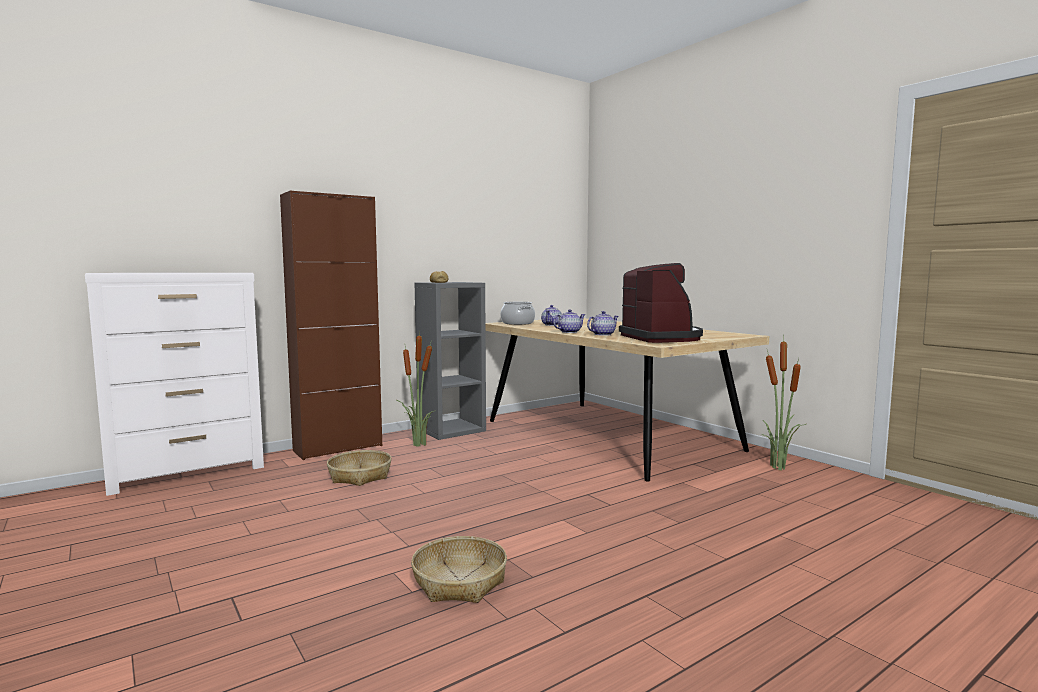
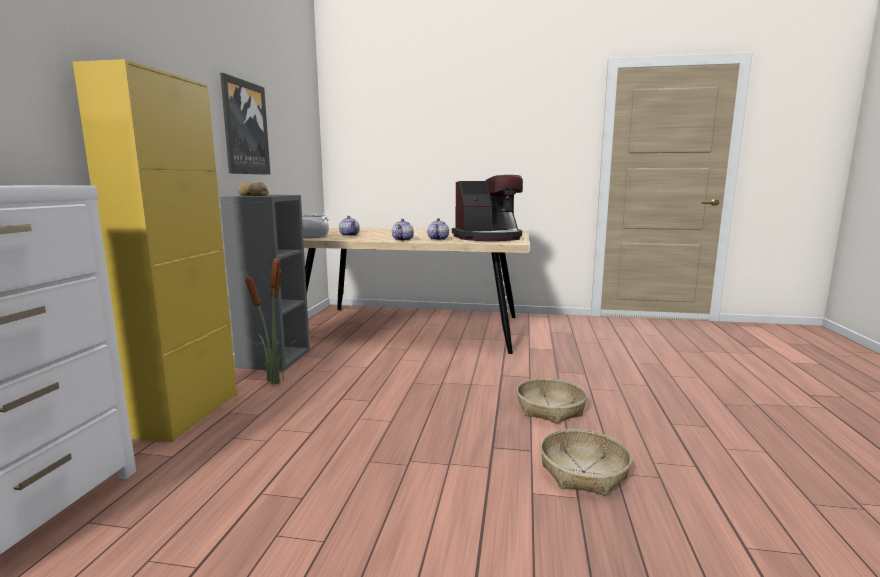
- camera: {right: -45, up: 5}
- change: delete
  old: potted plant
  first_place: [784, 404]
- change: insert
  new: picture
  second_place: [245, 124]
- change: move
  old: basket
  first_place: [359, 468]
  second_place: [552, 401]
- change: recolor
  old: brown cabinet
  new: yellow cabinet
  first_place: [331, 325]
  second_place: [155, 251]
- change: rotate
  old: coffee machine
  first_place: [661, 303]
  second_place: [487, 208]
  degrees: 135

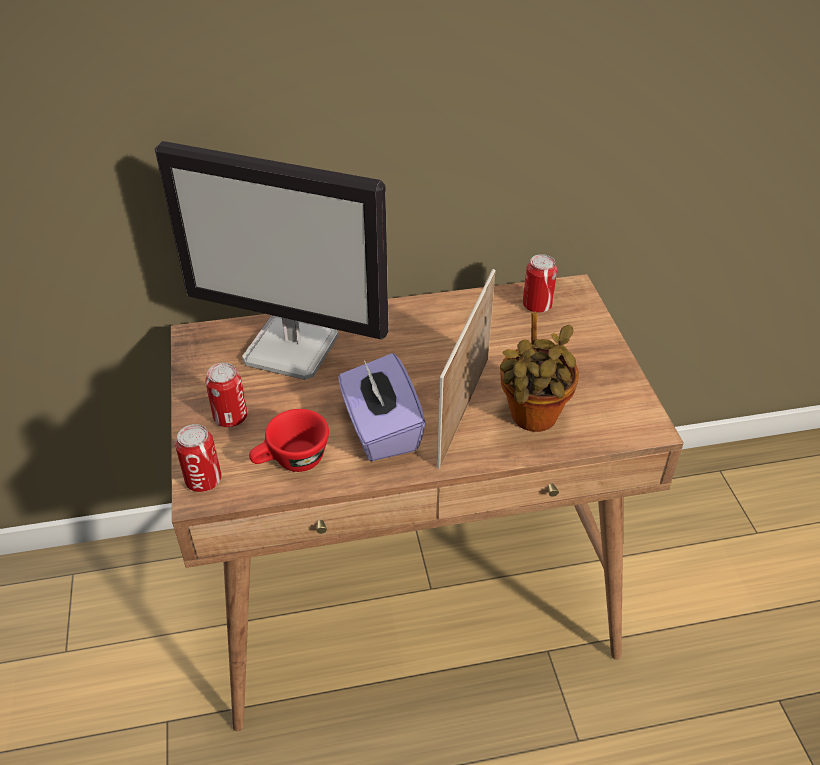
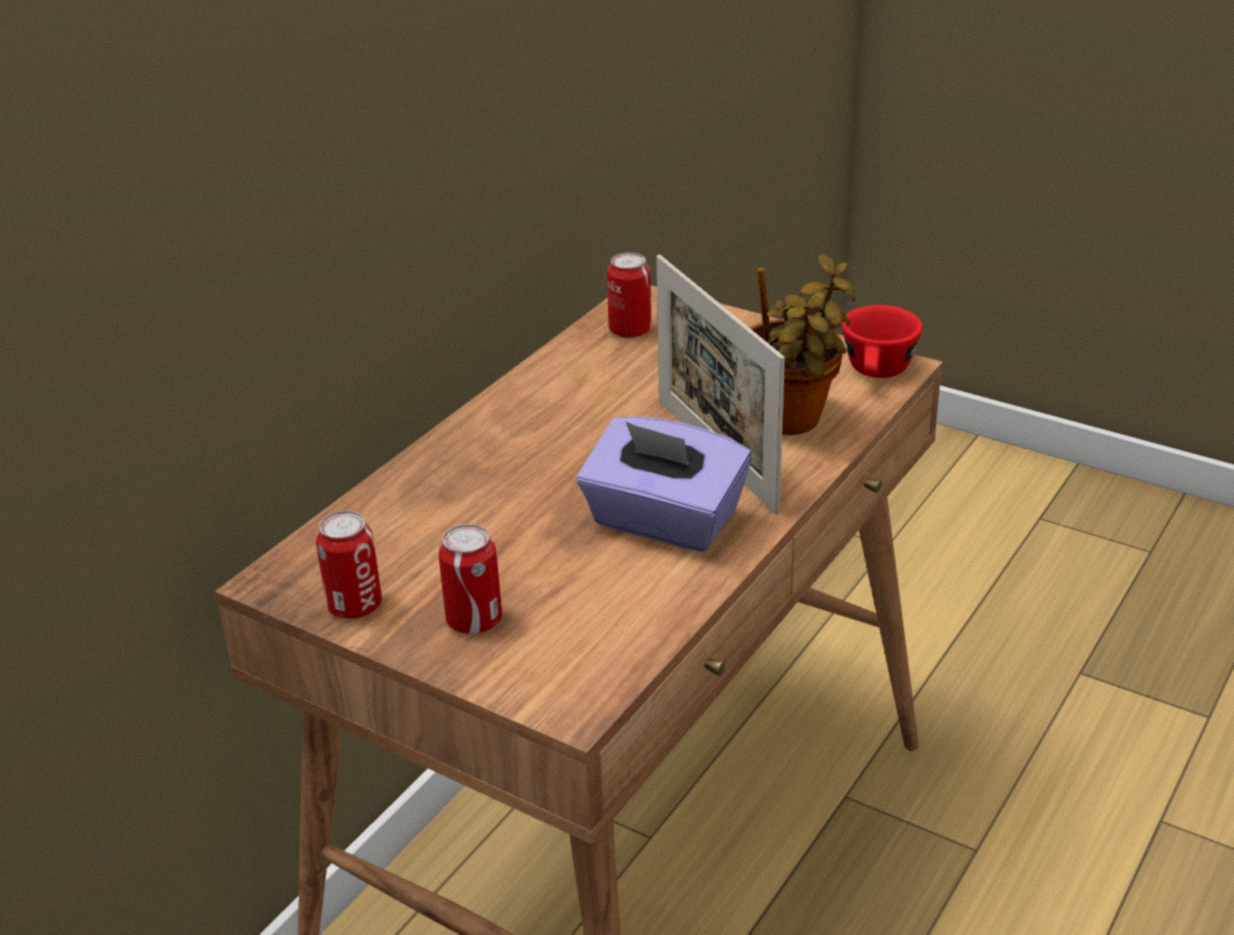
- camera: {right: -45, up: -10}
- change: delete
  old: monitor
  first_place: [272, 260]
- change: move
  old: can
  first_place: [198, 458]
  second_place: [349, 565]
- change: move
  old: red cup
  first_place: [289, 440]
  second_place: [882, 341]

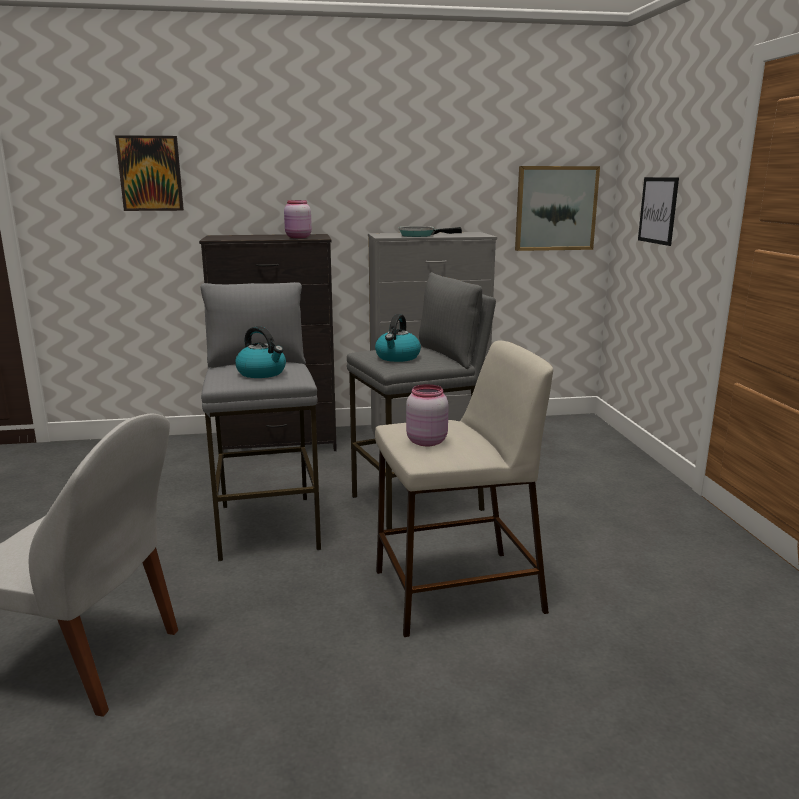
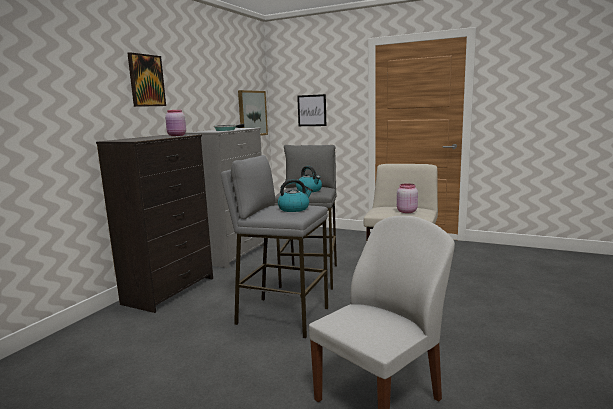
- camera: {right: -55, up: -5}
- change: move
  old: picture
  first_place: [149, 173]
  second_place: [146, 79]

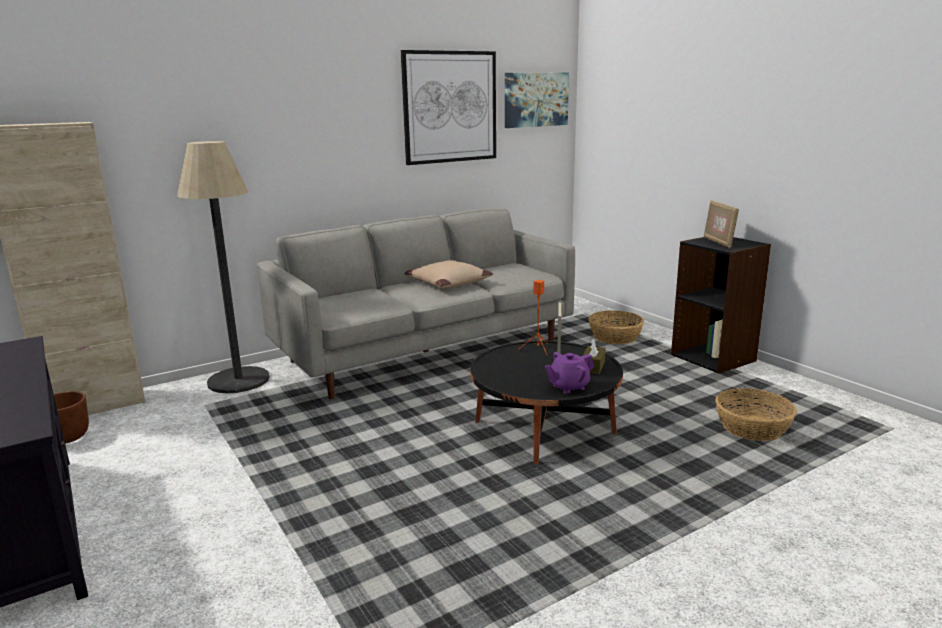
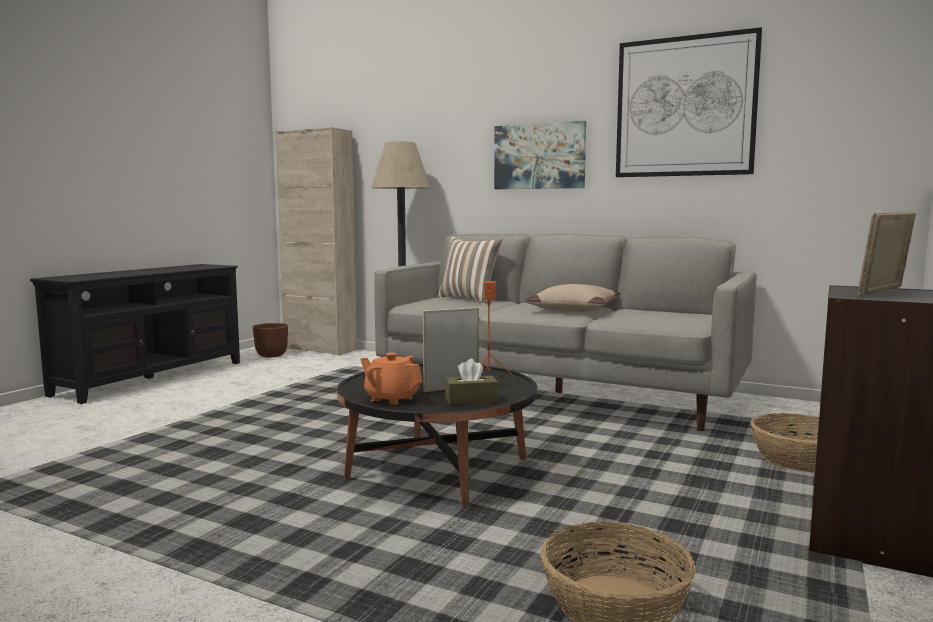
- camera: {right: 60, up: -10}
- change: insert
  new: pillow
  second_place: [470, 270]
- change: move
  old: picture
  first_place: [537, 100]
  second_place: [540, 155]
- change: recolor
  old: purple teapot
  new: orange teapot
  first_place: [569, 373]
  second_place: [392, 379]

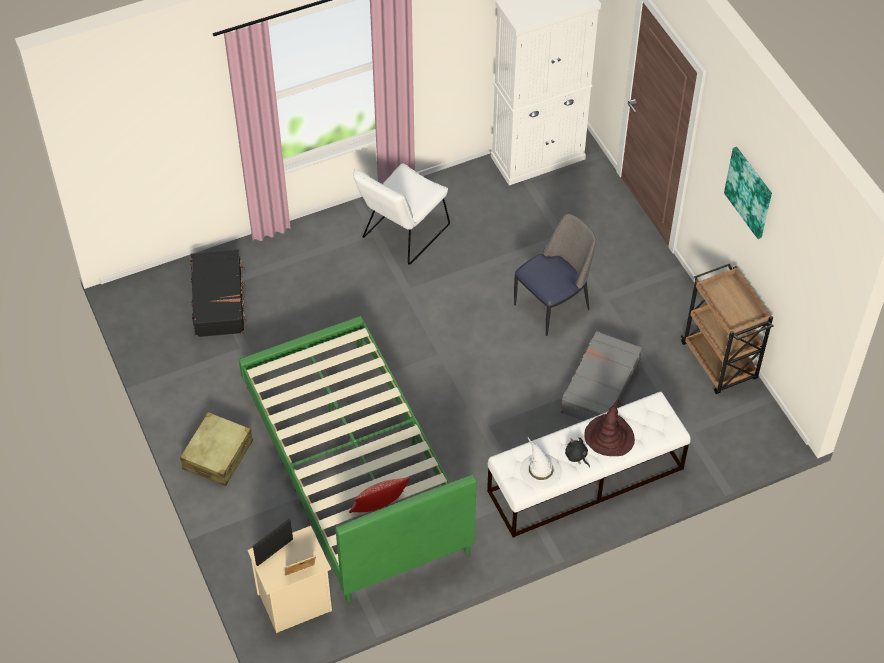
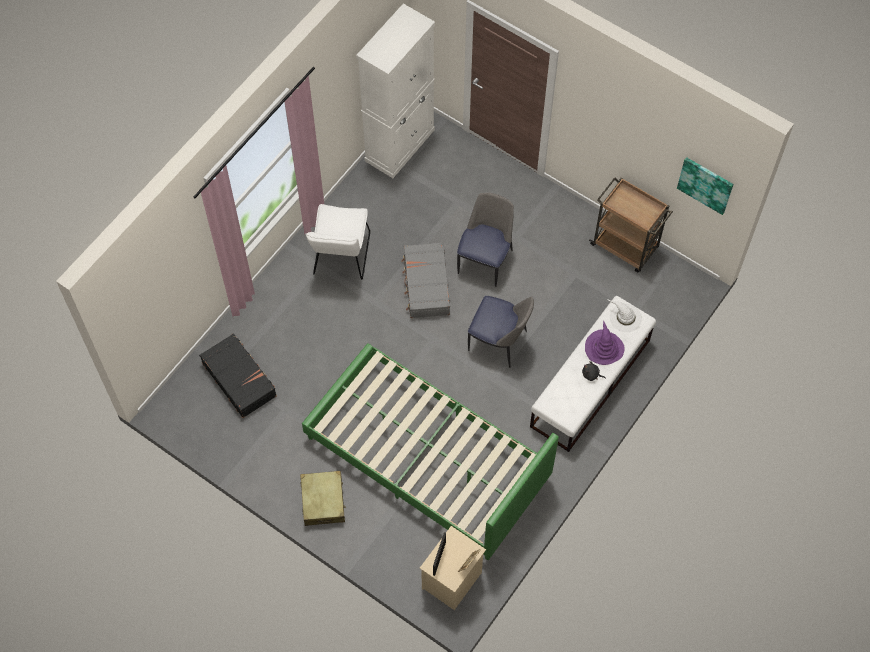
- camera: {right: -30, up: 10}
- change: delete
  old: pillow
  first_place: [379, 495]
- change: insert
  new: chair
  second_place: [501, 332]
- change: move
  old: white hat
  first_place: [541, 463]
  second_place: [625, 316]
- change: move
  old: grey suitcase
  first_place: [601, 376]
  second_place: [425, 280]
- change: move
  old: picture
  first_place: [748, 193]
  second_place: [705, 186]
- change: recolor
  old: brown hat
  new: purple hat
  first_place: [609, 427]
  second_place: [605, 343]

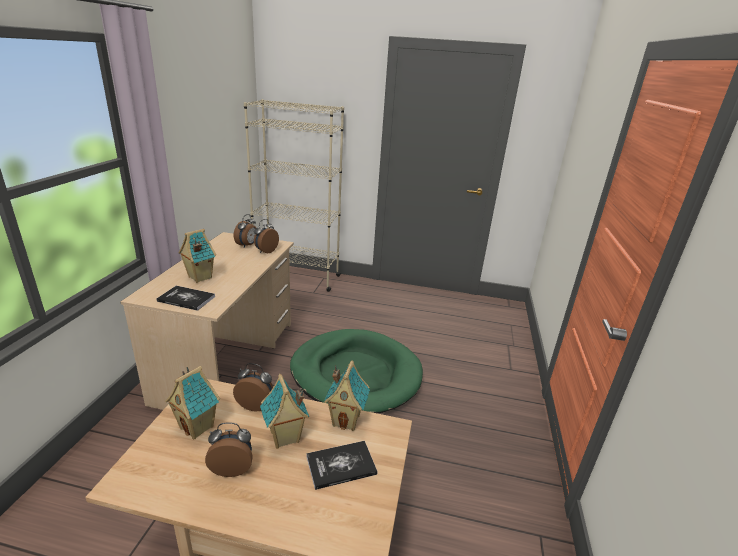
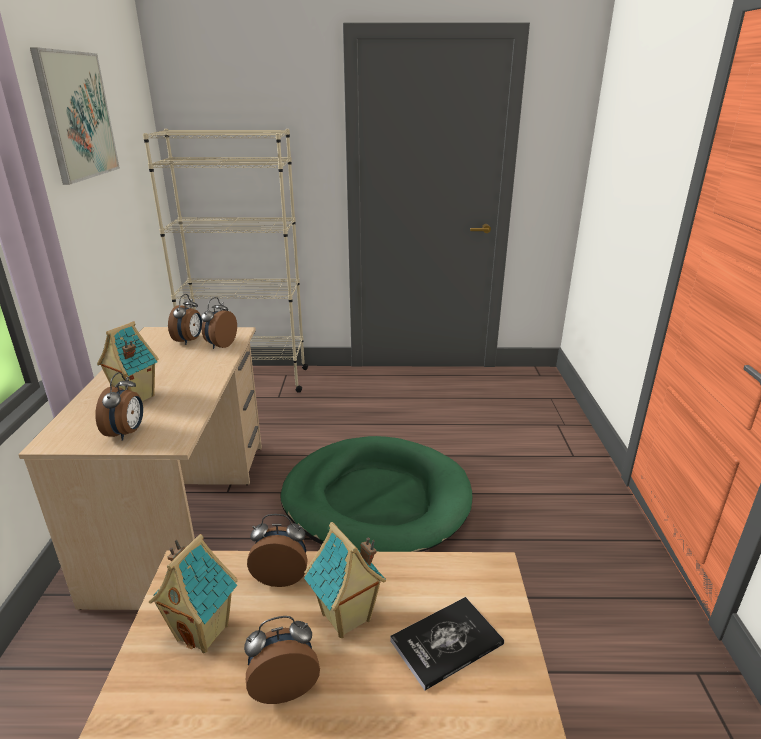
- camera: {right: -10, up: 0}
- change: delete
  old: toy house
  first_place: [347, 395]
- change: insert
  new: picture
  second_place: [75, 116]
- change: replace
  old: book
  new: alarm clock
  first_place: [186, 298]
  second_place: [119, 406]

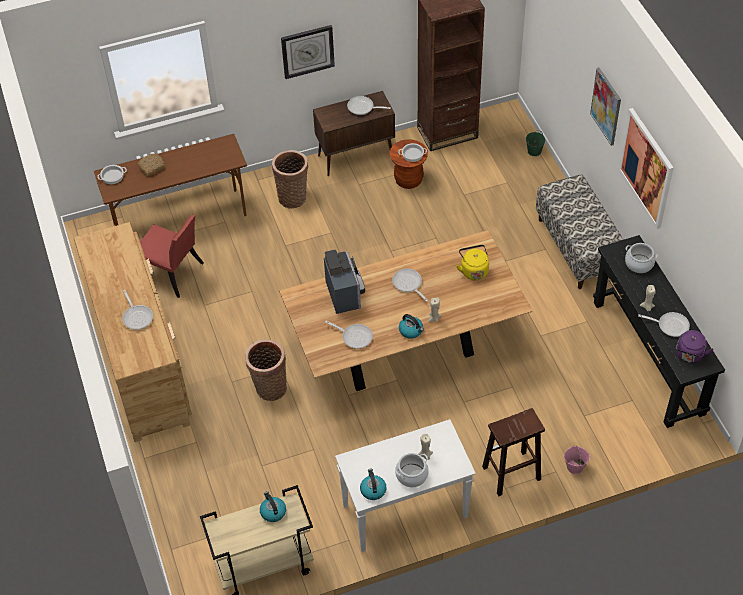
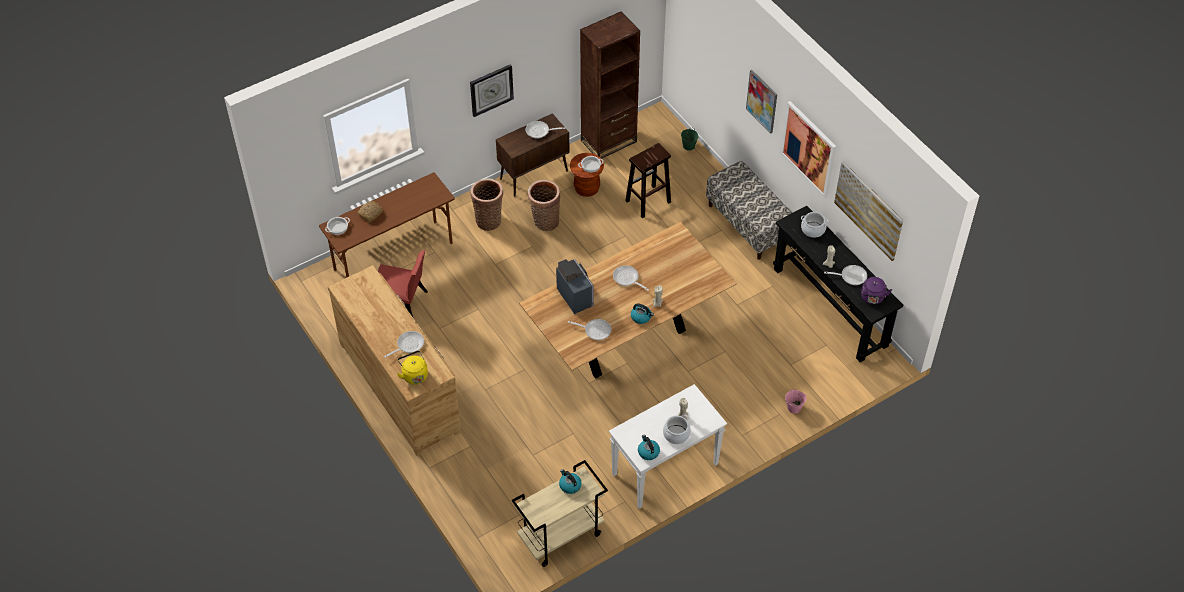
- camera: {right: -15, up: 0}
- change: insert
  new: picture
  second_place: [868, 211]
- change: move
  old: basket
  first_place: [266, 370]
  second_place: [544, 205]
- change: move
  old: yellow kettle
  first_place: [472, 262]
  second_place: [412, 367]
- change: move
  old: brown stool
  first_place: [513, 452]
  second_place: [648, 180]
- change: rotate
  old: frying pan
  first_place: [137, 310]
  second_place: [404, 344]
  degrees: -90

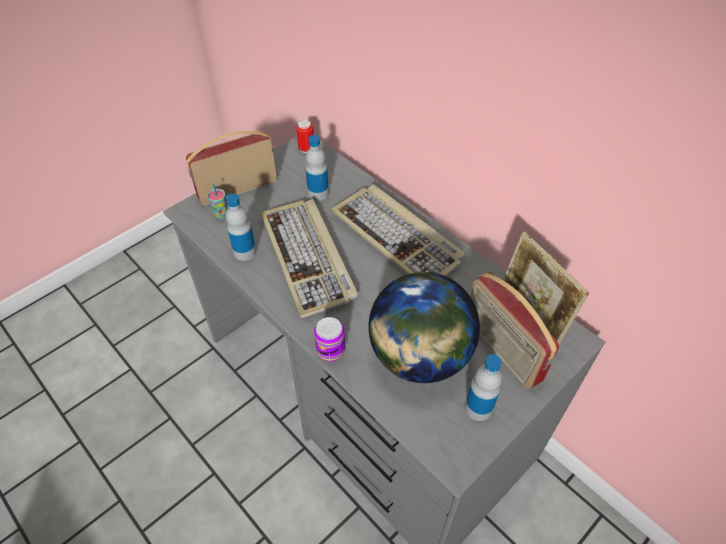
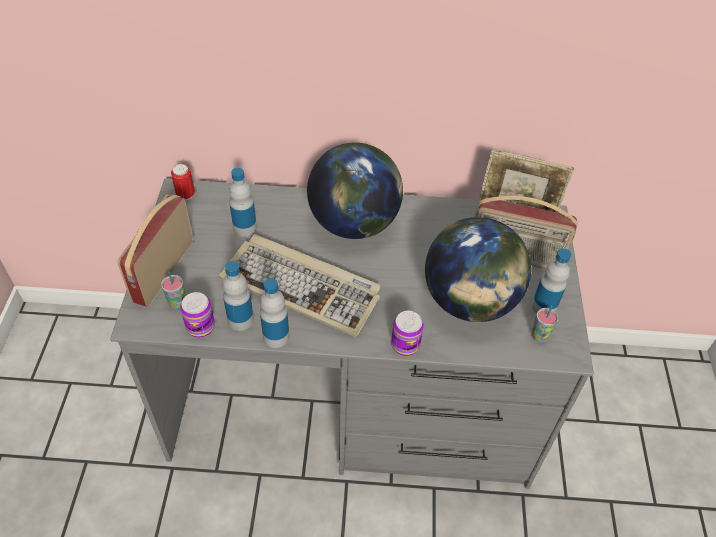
- camera: {right: -45, up: 0}
- change: insert
  new: can
  second_place: [197, 315]
- change: insert
  new: bottle
  second_place: [274, 313]
- change: insert
  new: cup
  second_place: [545, 323]
- change: replace
  old: keyboard
  new: globe
  first_place: [398, 230]
  second_place: [355, 190]

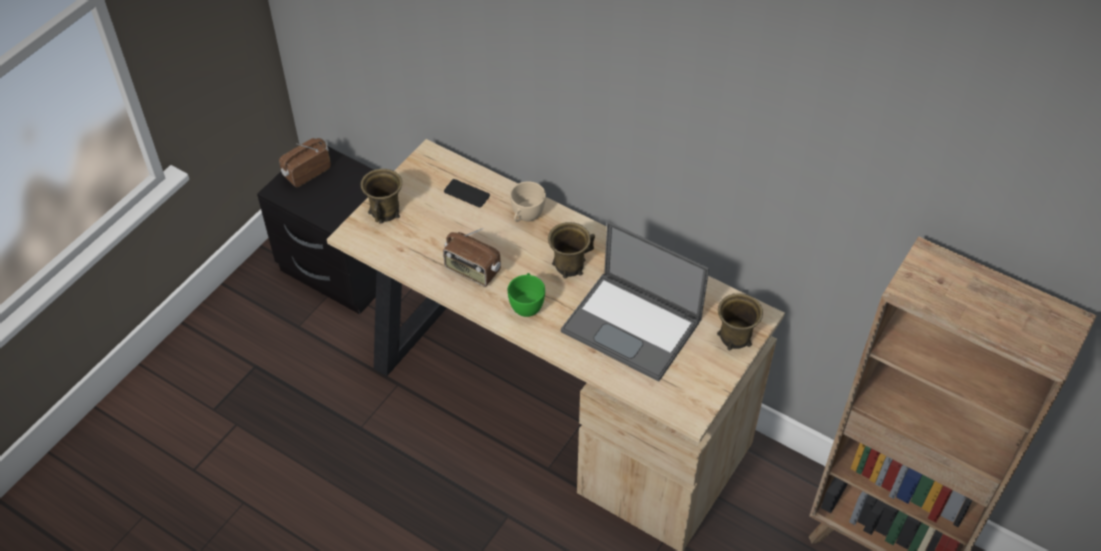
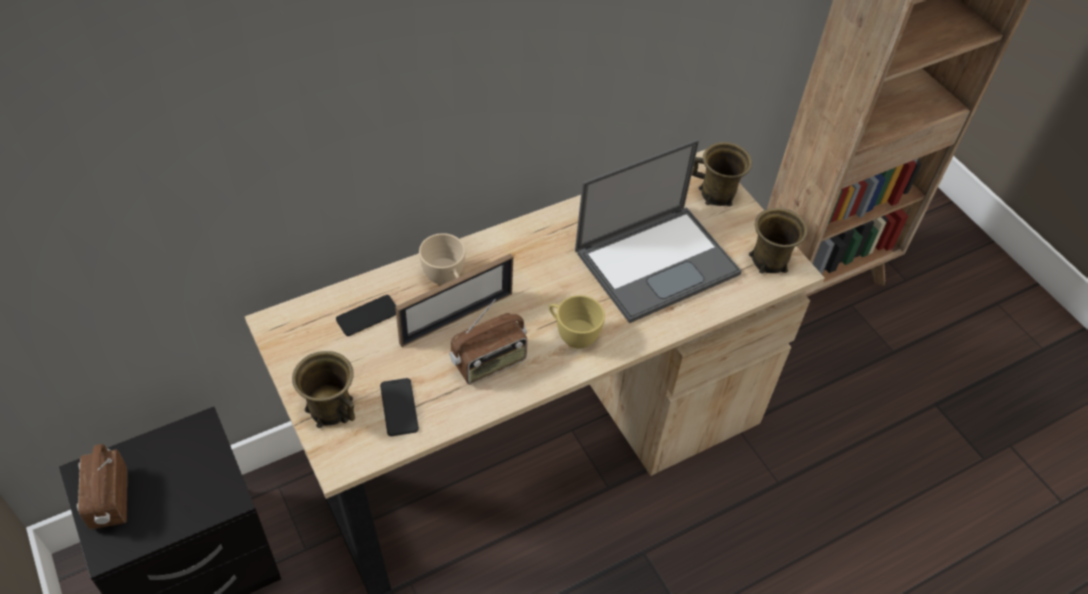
- camera: {right: -65, up: 0}
- change: insert
  new: phone
  second_place: [399, 407]
- change: insert
  new: picture frame
  second_place: [454, 300]
- change: move
  old: brown mug
  first_place: [571, 250]
  second_place: [778, 240]
- change: recolor
  old: green cup
  new: yellow cup
  first_place: [526, 295]
  second_place: [577, 322]

